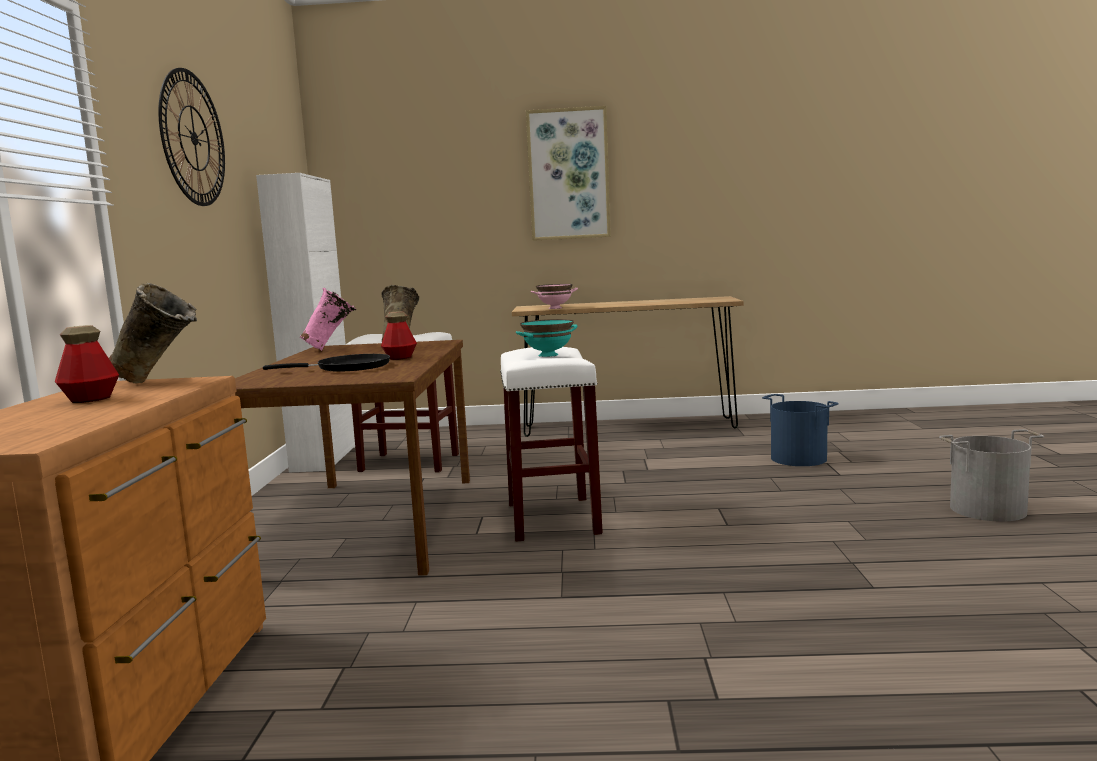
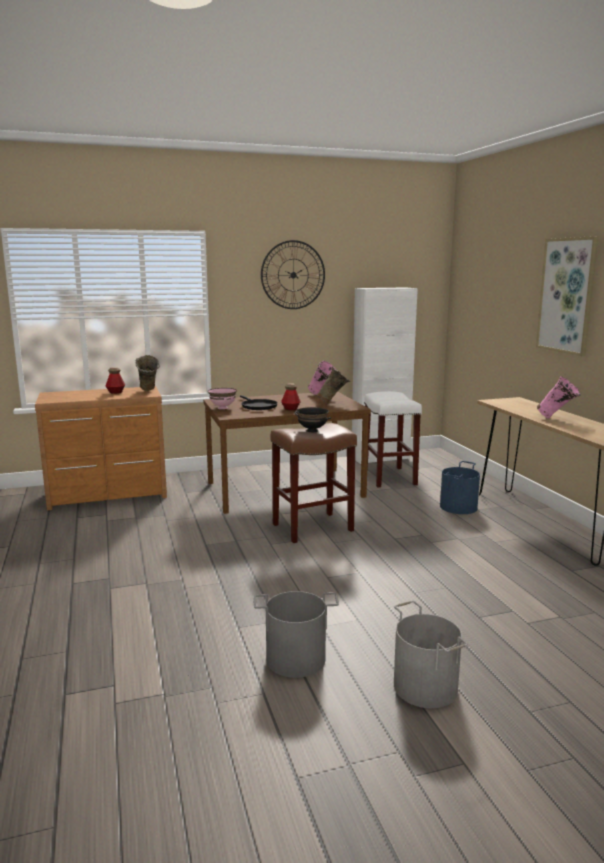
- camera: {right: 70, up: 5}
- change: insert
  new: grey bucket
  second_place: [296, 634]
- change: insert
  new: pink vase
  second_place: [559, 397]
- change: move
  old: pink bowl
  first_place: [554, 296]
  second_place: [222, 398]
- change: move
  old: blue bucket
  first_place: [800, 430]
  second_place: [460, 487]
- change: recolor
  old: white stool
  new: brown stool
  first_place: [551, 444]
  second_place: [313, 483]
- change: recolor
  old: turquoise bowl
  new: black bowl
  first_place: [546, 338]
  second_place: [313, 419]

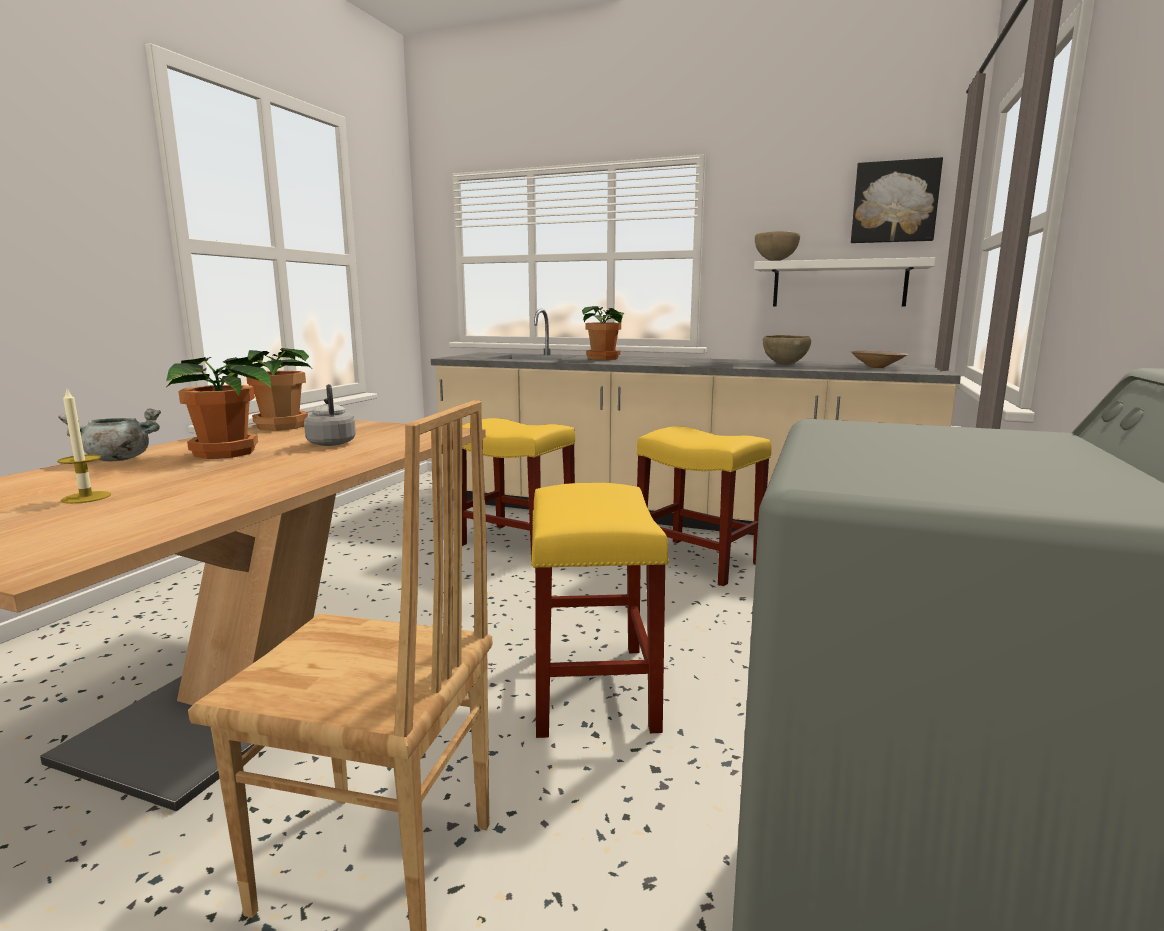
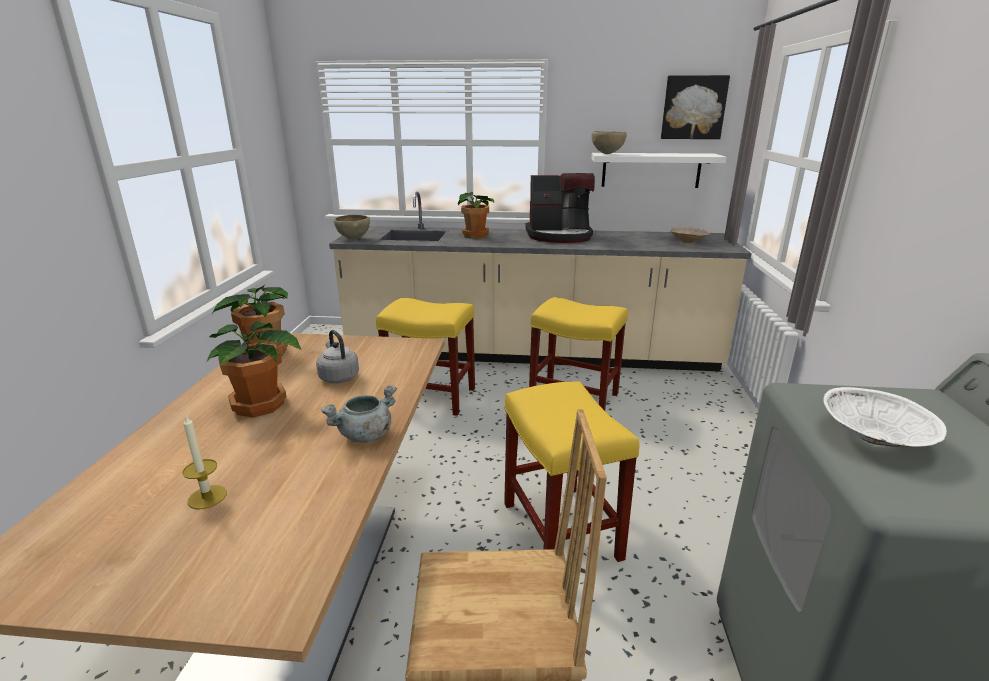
- camera: {right: -15, up: 10}
- change: insert
  new: coffee machine
  second_place: [560, 208]
- change: insert
  new: white bowl
  second_place: [885, 417]
- change: move
  old: grey cooking pot
  first_place: [110, 434]
  second_place: [359, 413]
- change: move
  old: brown bowl
  first_place: [787, 350]
  second_place: [352, 227]

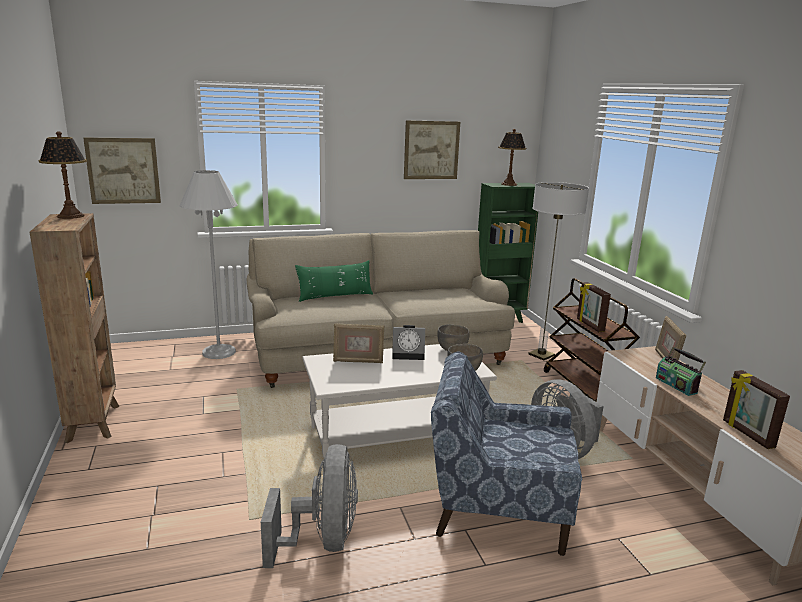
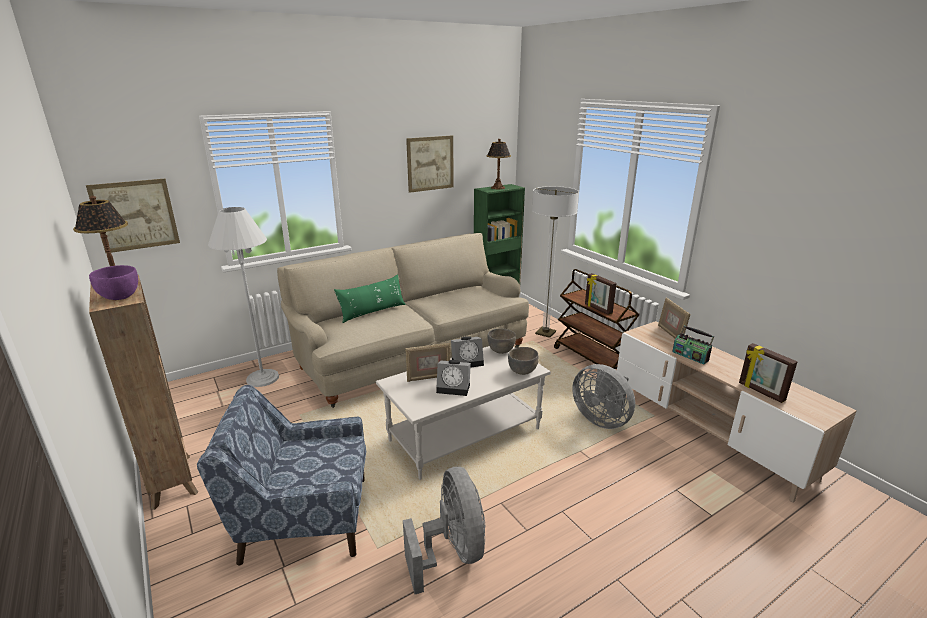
- camera: {right: -15, up: 5}
- change: insert
  new: purple bowl
  second_place: [113, 282]
- change: insert
  new: alarm clock
  second_place: [453, 378]
- change: move
  old: blue armchair
  first_place: [506, 454]
  second_place: [281, 475]

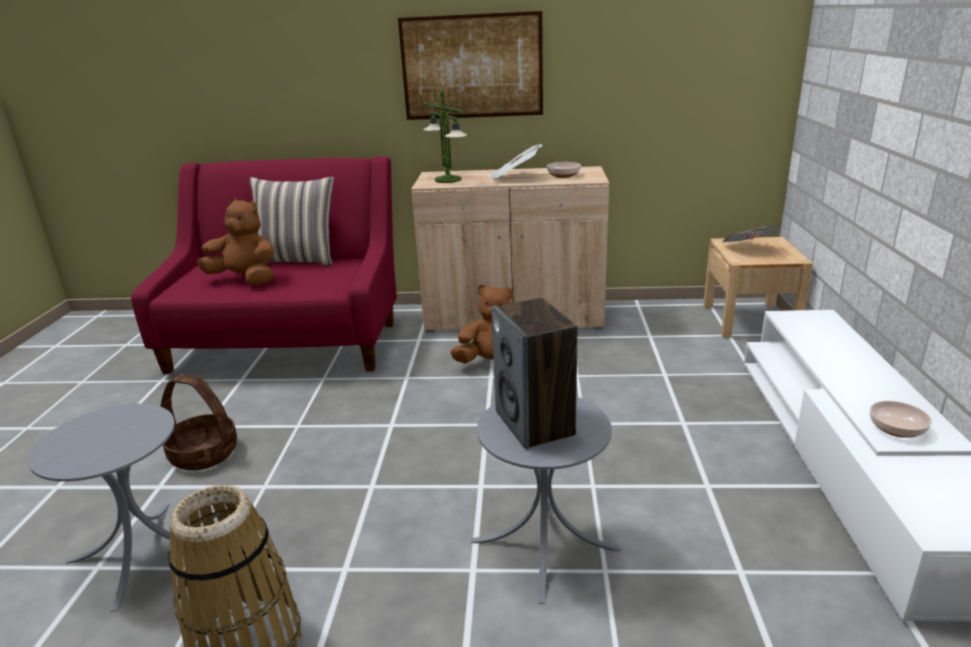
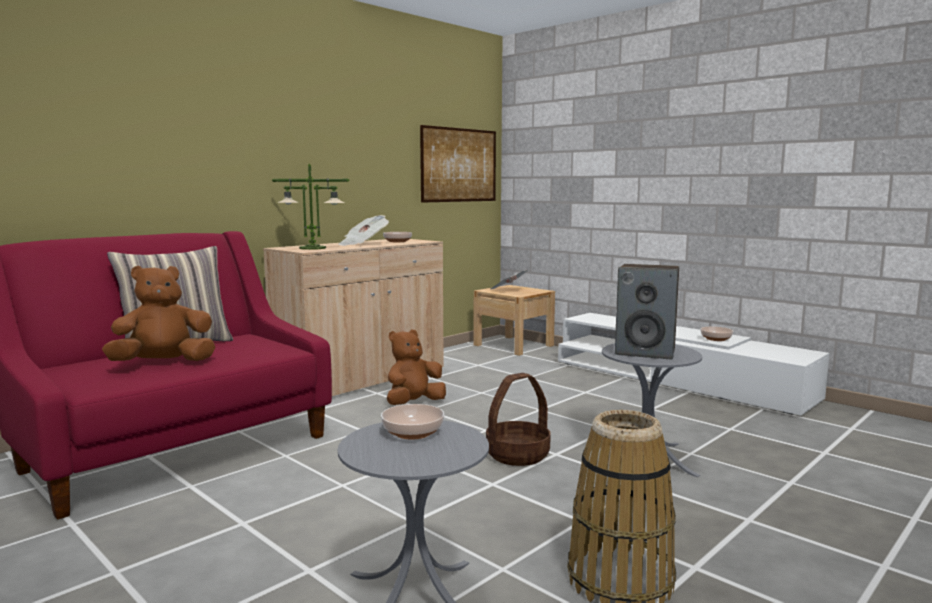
- camera: {right: -50, up: -15}
- change: insert
  new: bowl
  second_place: [412, 422]
- change: move
  old: basket
  first_place: [199, 422]
  second_place: [518, 419]
- change: move
  old: picture
  first_place: [470, 65]
  second_place: [458, 164]

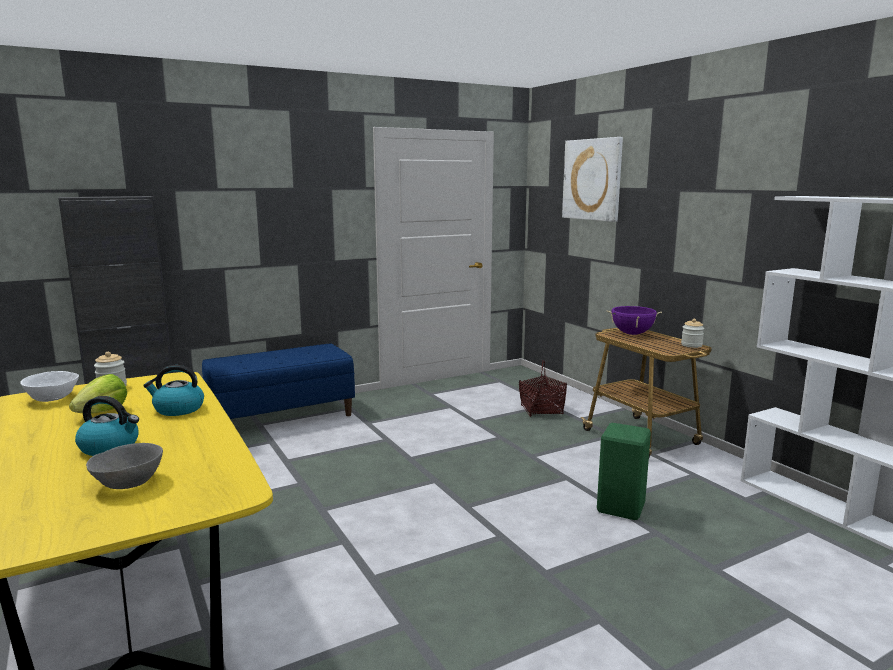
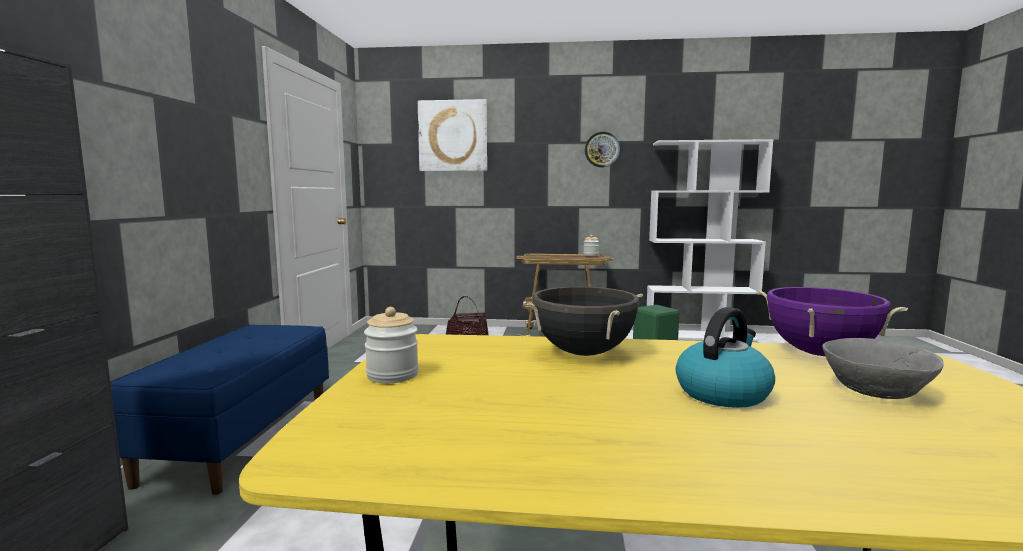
- camera: {right: -55, up: -5}
- change: delete
  old: white bowl
  first_place: [49, 386]
- change: delete
  old: lettuce
  first_place: [98, 394]
- change: insert
  new: wall clock
  second_place: [602, 149]
- change: move
  old: purple cooking pot
  first_place: [634, 320]
  second_place: [832, 321]
- change: replace
  old: kettle
  new: black cooking pot
  first_place: [173, 390]
  second_place: [583, 321]

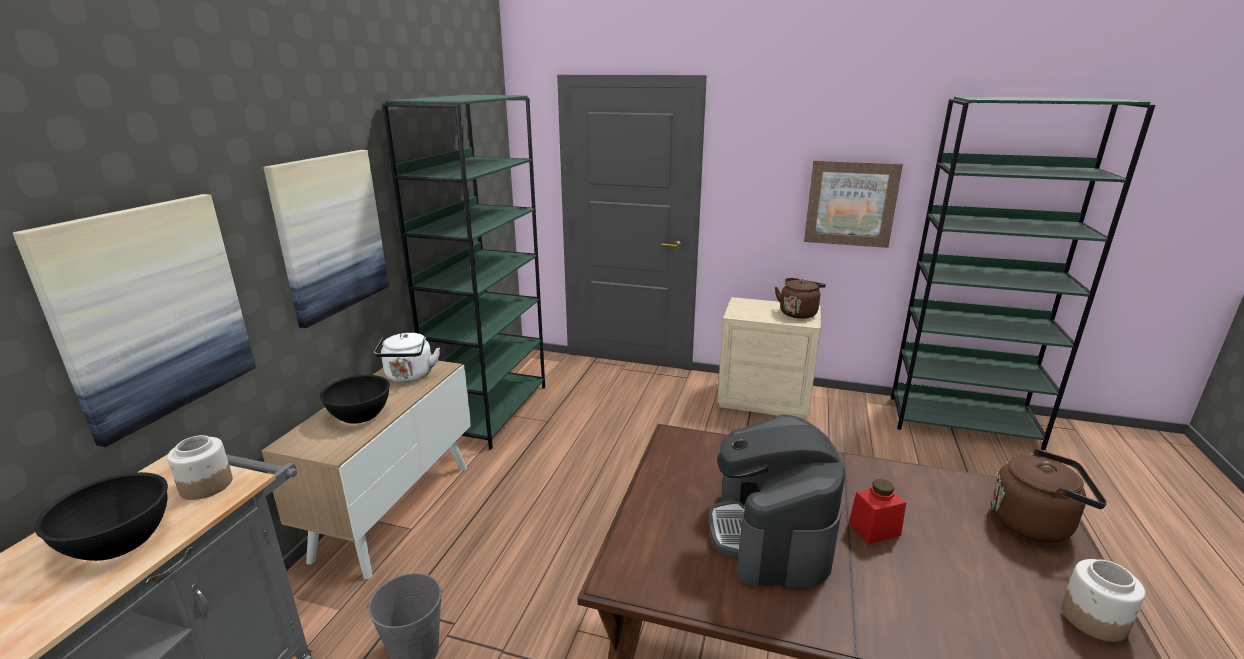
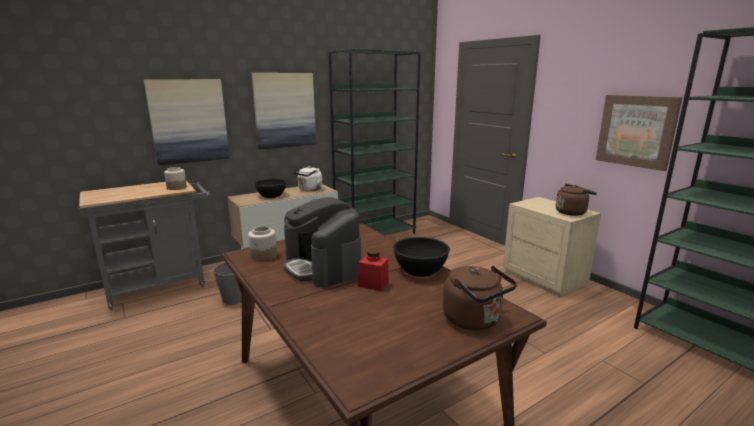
- camera: {right: 40, up: -5}
- change: move
  old: black bowl
  first_place: [101, 516]
  second_place: [421, 257]
- change: move
  old: jar
  first_place: [1103, 600]
  second_place: [262, 243]
- change: rotate
  old: coffee machine
  first_place: [777, 500]
  second_place: [322, 242]
  degrees: -75

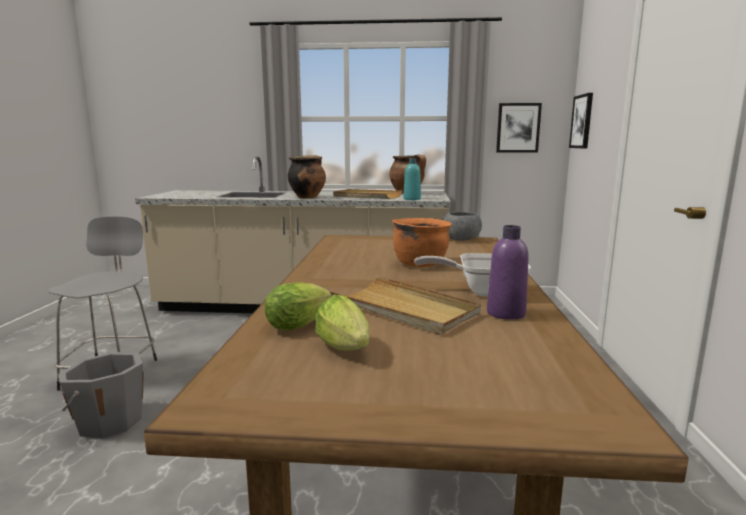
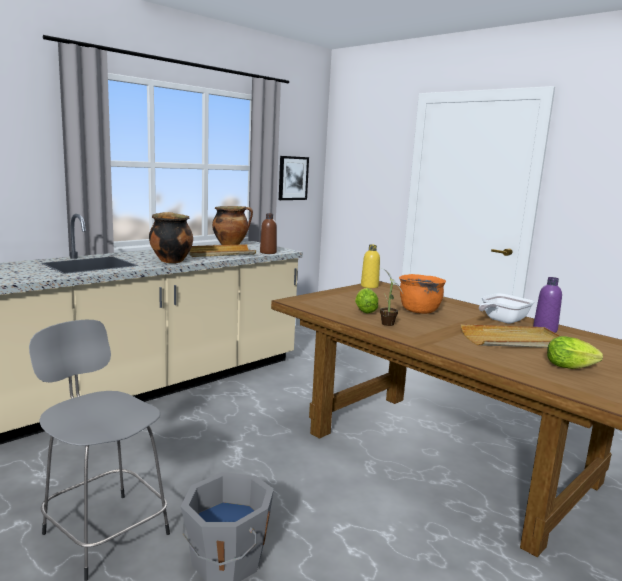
- camera: {right: -50, up: 0}
- change: delete
  old: picture
  first_place: [581, 120]
- change: insert
  new: potted plant
  second_place: [391, 297]
- change: move
  old: lettuce
  first_place: [298, 306]
  second_place: [366, 301]
- change: replace
  old: grey bowl
  new: yellow bottle
  first_place: [462, 226]
  second_place: [370, 266]
- change: recolor
  old: turquoise bottle
  new: brown bottle
  first_place: [412, 179]
  second_place: [268, 233]

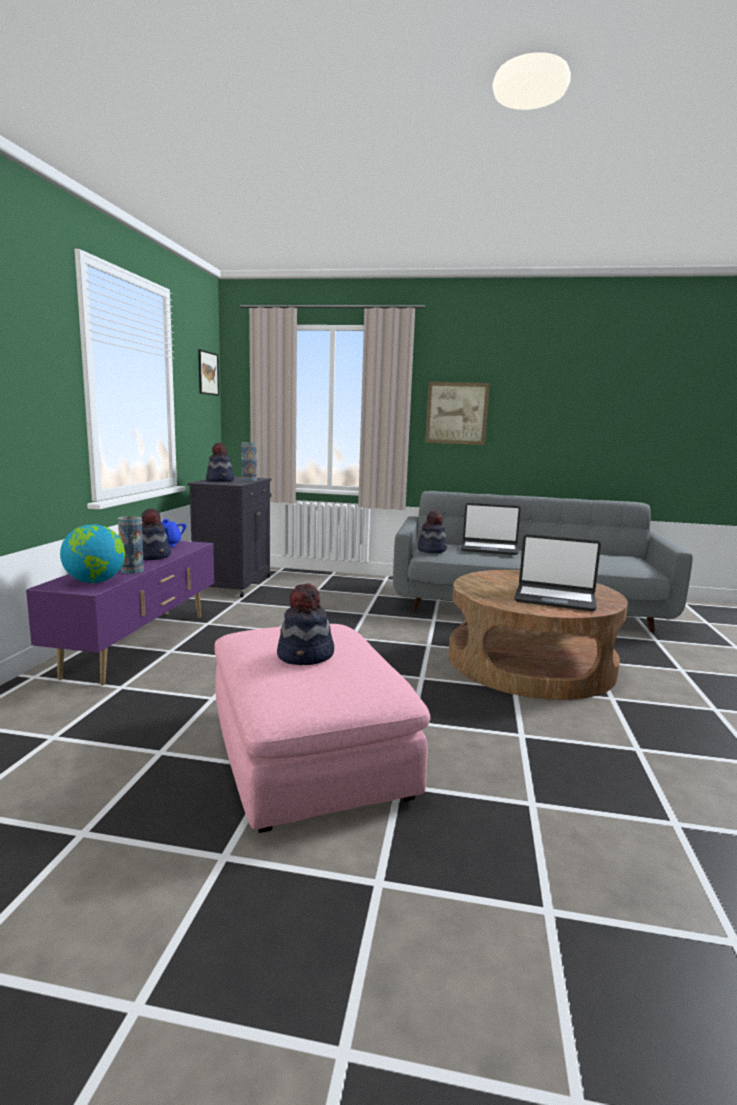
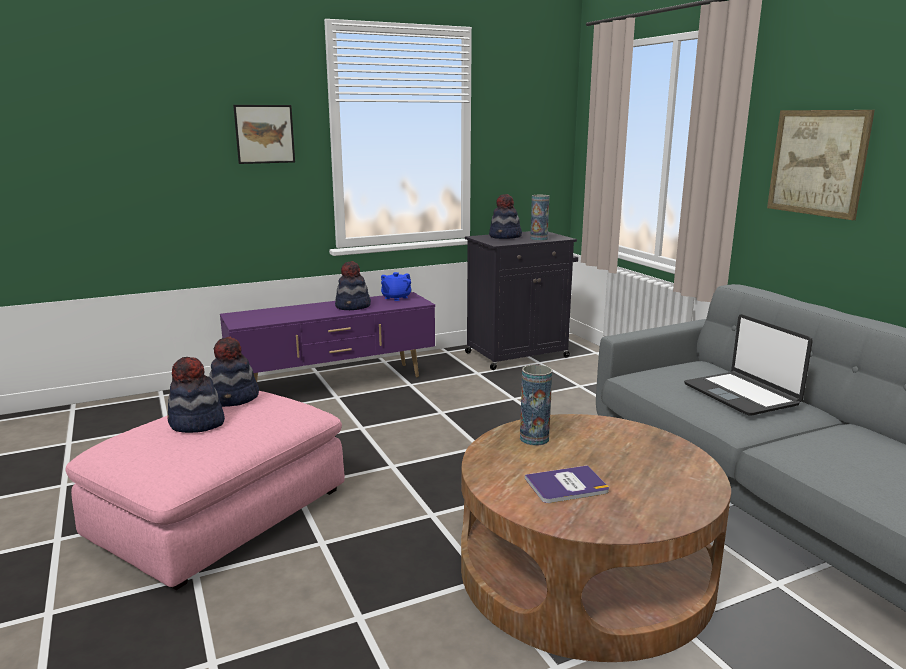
- camera: {right: 55, up: 5}
- change: delete
  old: globe
  first_place: [92, 553]
- change: move
  old: vase
  first_place: [131, 545]
  second_place: [536, 405]
- change: move
  old: picture
  first_place: [208, 372]
  second_place: [264, 134]
- change: move
  old: hat
  first_place: [432, 532]
  second_place: [234, 372]
- change: replace
  old: laptop
  new: book
  first_place: [557, 572]
  second_place: [567, 484]

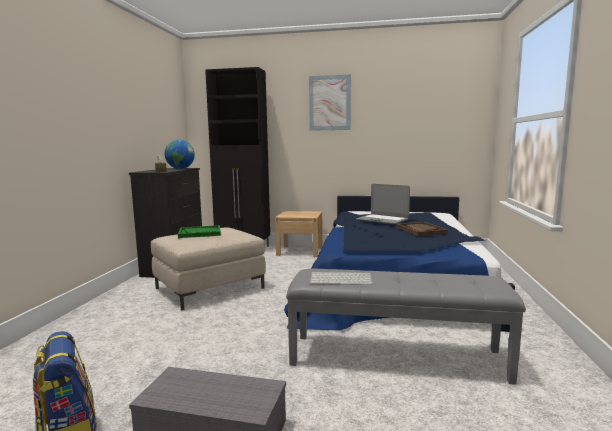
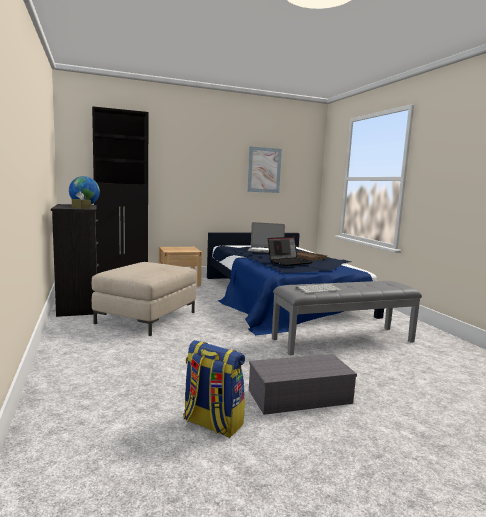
- camera: {right: -30, up: 0}
- change: delete
  old: green tray
  first_place: [199, 231]
- change: insert
  new: laptop
  second_place: [290, 251]
- change: move
  old: picture
  first_place: [330, 102]
  second_place: [264, 169]

